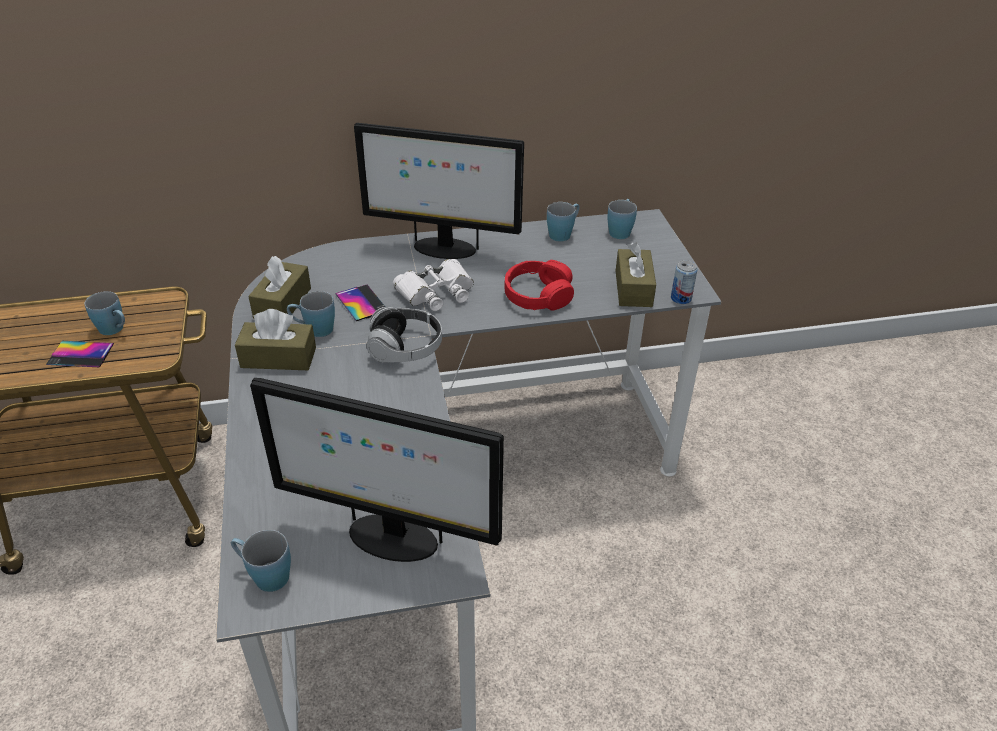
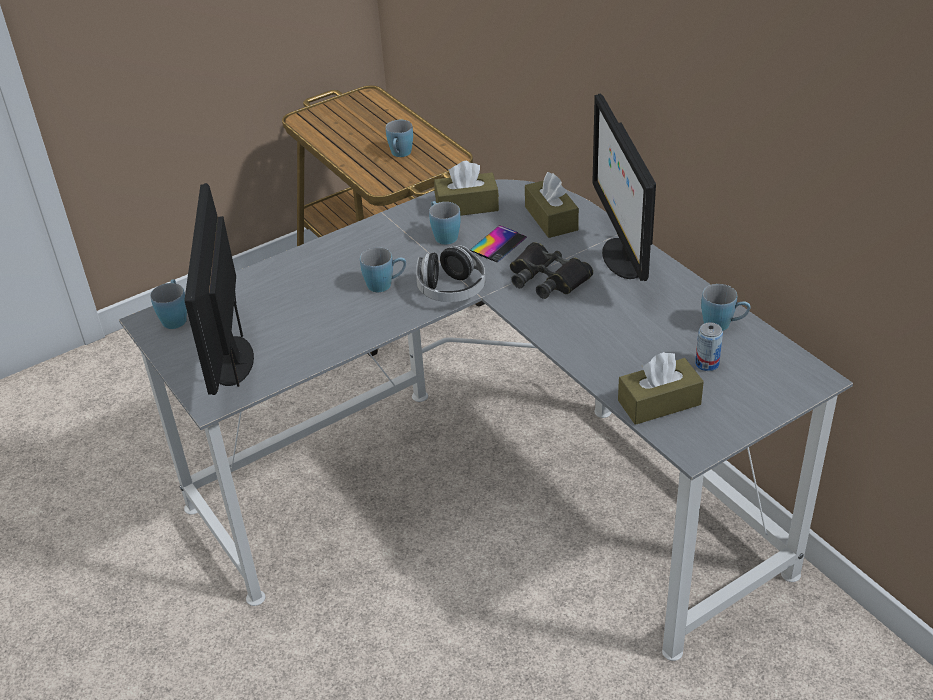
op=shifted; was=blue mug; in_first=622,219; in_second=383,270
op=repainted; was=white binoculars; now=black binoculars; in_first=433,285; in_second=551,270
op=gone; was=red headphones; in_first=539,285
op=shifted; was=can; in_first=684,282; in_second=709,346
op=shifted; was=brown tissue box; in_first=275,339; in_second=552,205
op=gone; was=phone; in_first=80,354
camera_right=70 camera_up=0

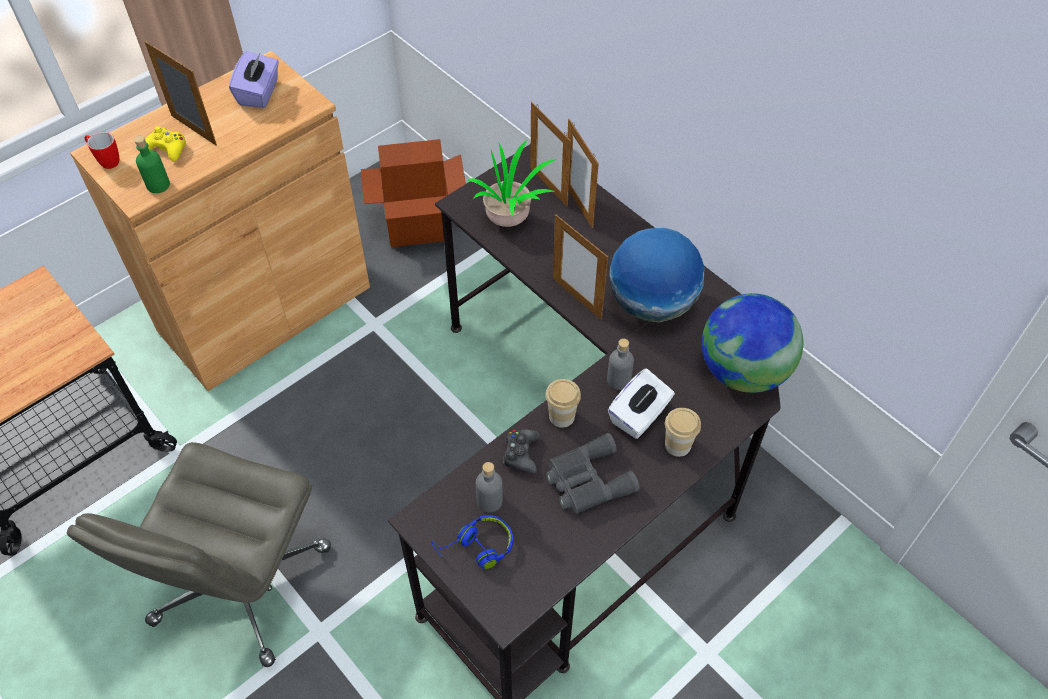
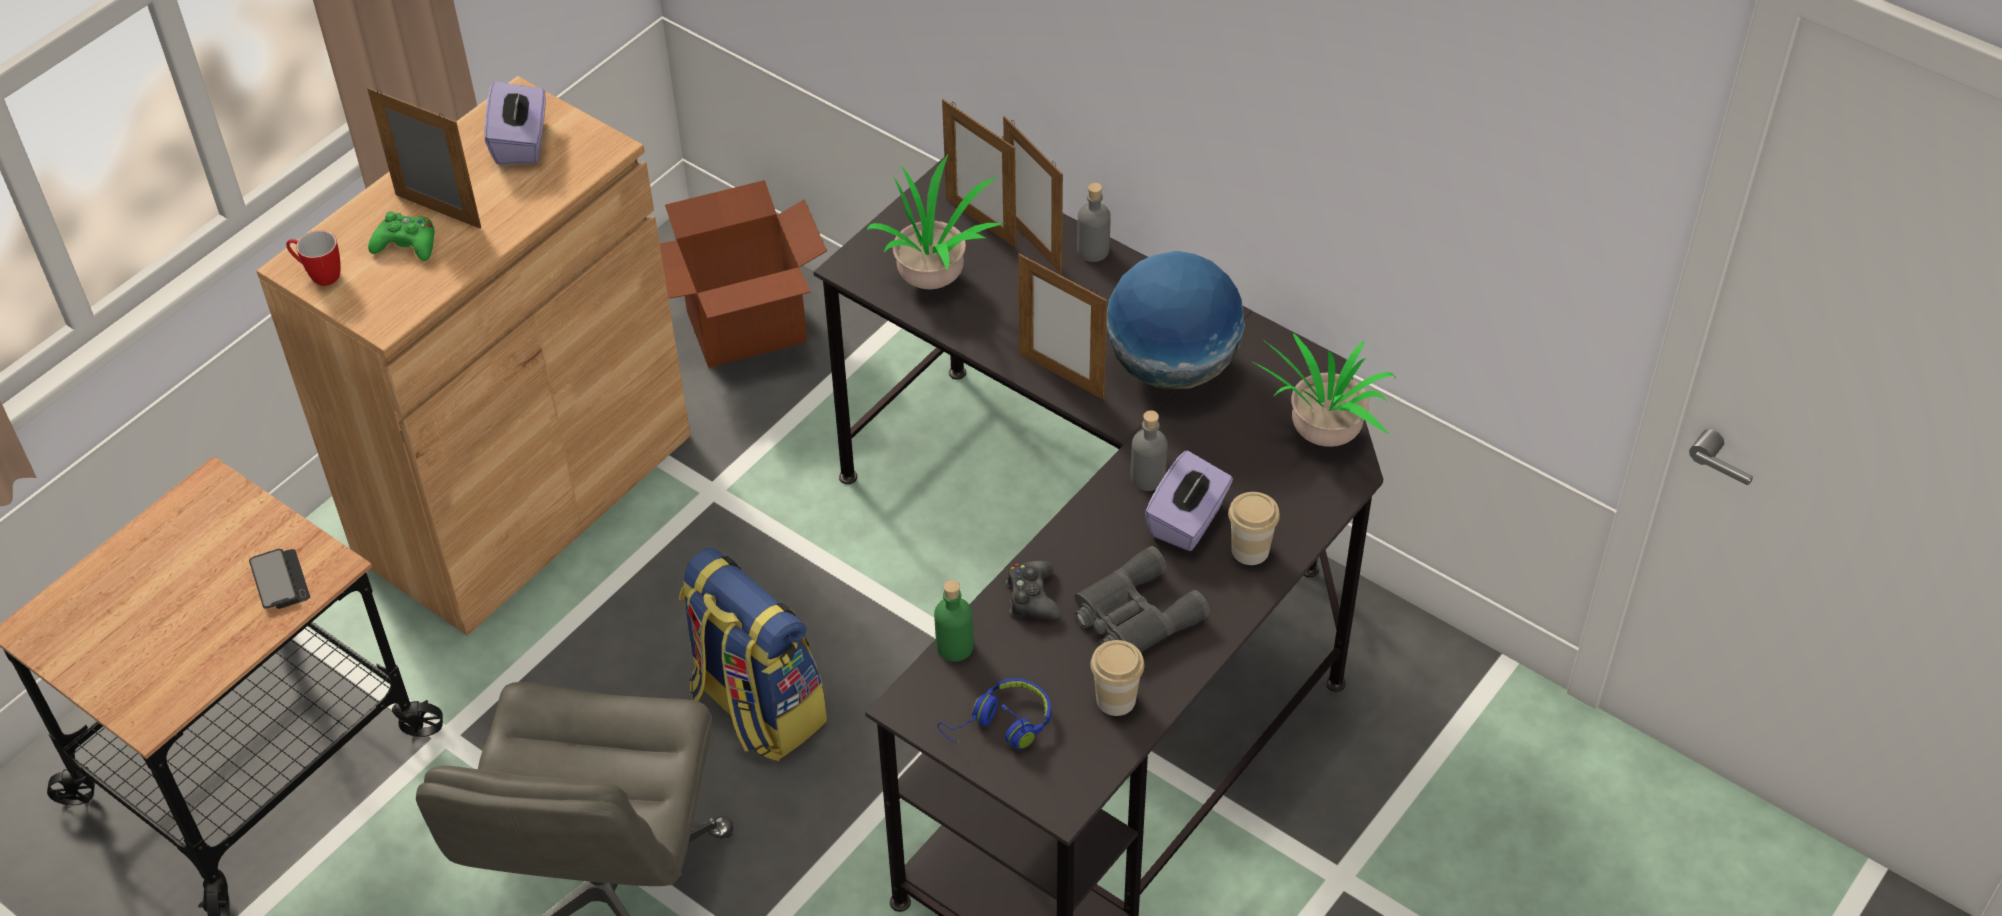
op=repainted; was=yellow game controller; now=green game controller; in_first=165,144; in_second=401,236
op=shifted; was=green bottle; in_first=152,164; in_second=953,621
op=swapped; was=globe; now=potted plant; in_first=752,343; in_second=1322,390
op=repainted; was=white tissue box; now=purple tissue box; in_first=641,403; in_second=1189,500
op=shifted; was=cup; in_first=563,403; in_second=1117,678
op=shifted; was=grey bottle; in_first=489,487; in_second=1094,222
op=new; now=backpack; in_second=753,654
op=new; now=phone; in_second=279,579
camera_right=-10 camera_up=-5

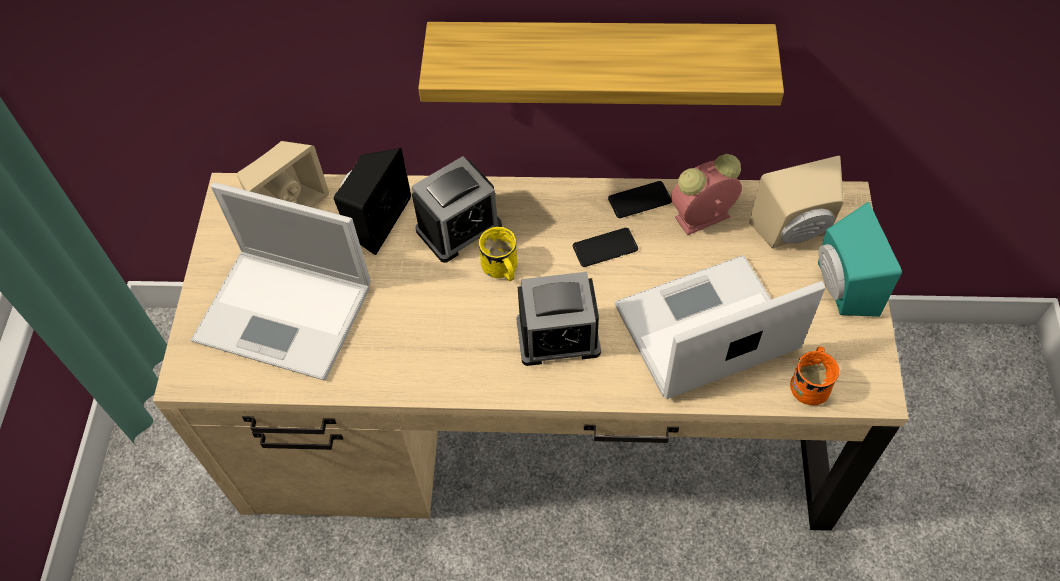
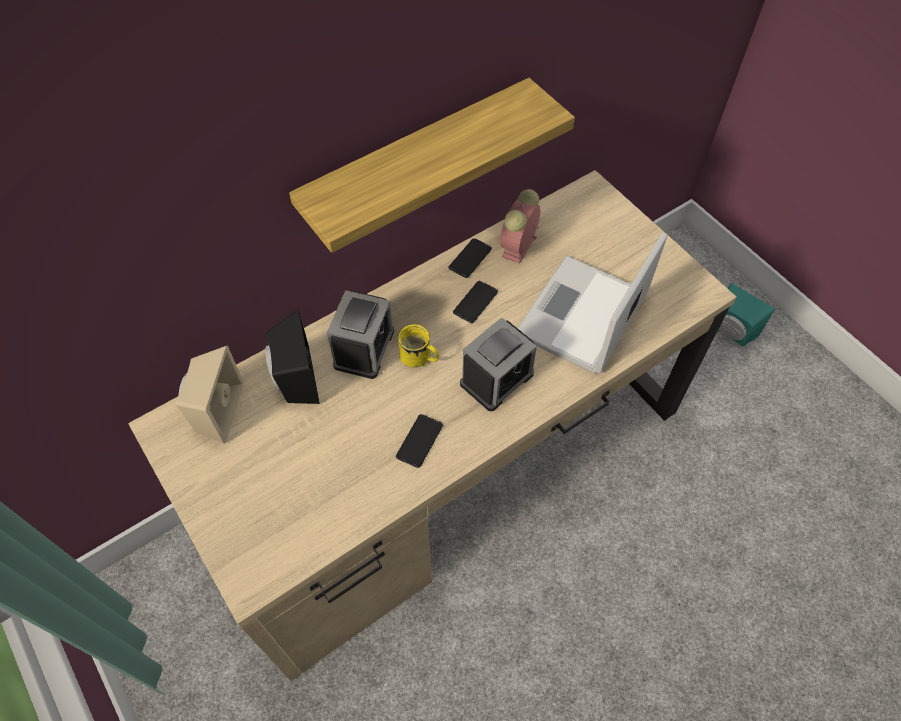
op=gone; was=beige speaker; in_first=796,202
op=gone; was=laptop; in_first=281,281
op=shifted; was=turquoise speaker; in_first=860,259; in_second=746,314
op=gone; was=orange mug; in_first=814,376
op=new; now=phone; in_second=419,441
camera_right=-40 camera_up=0

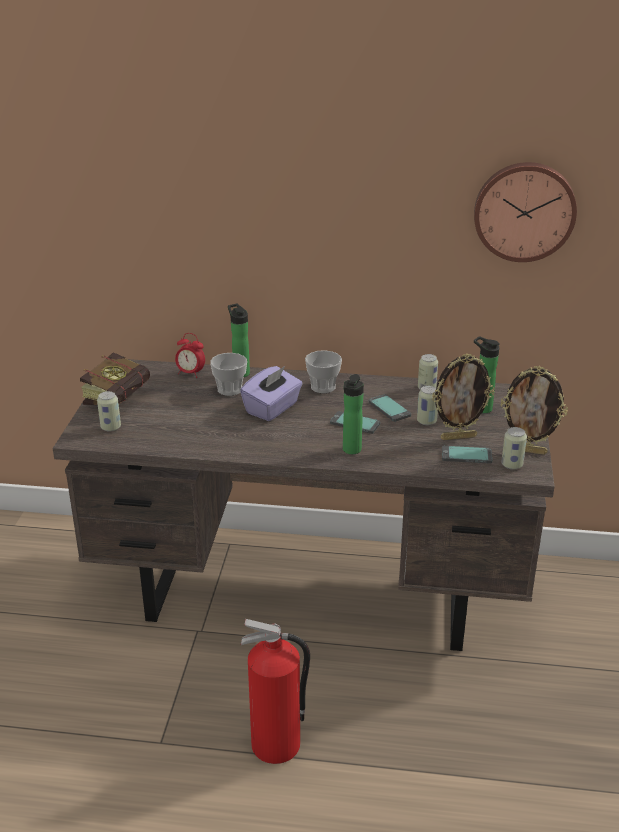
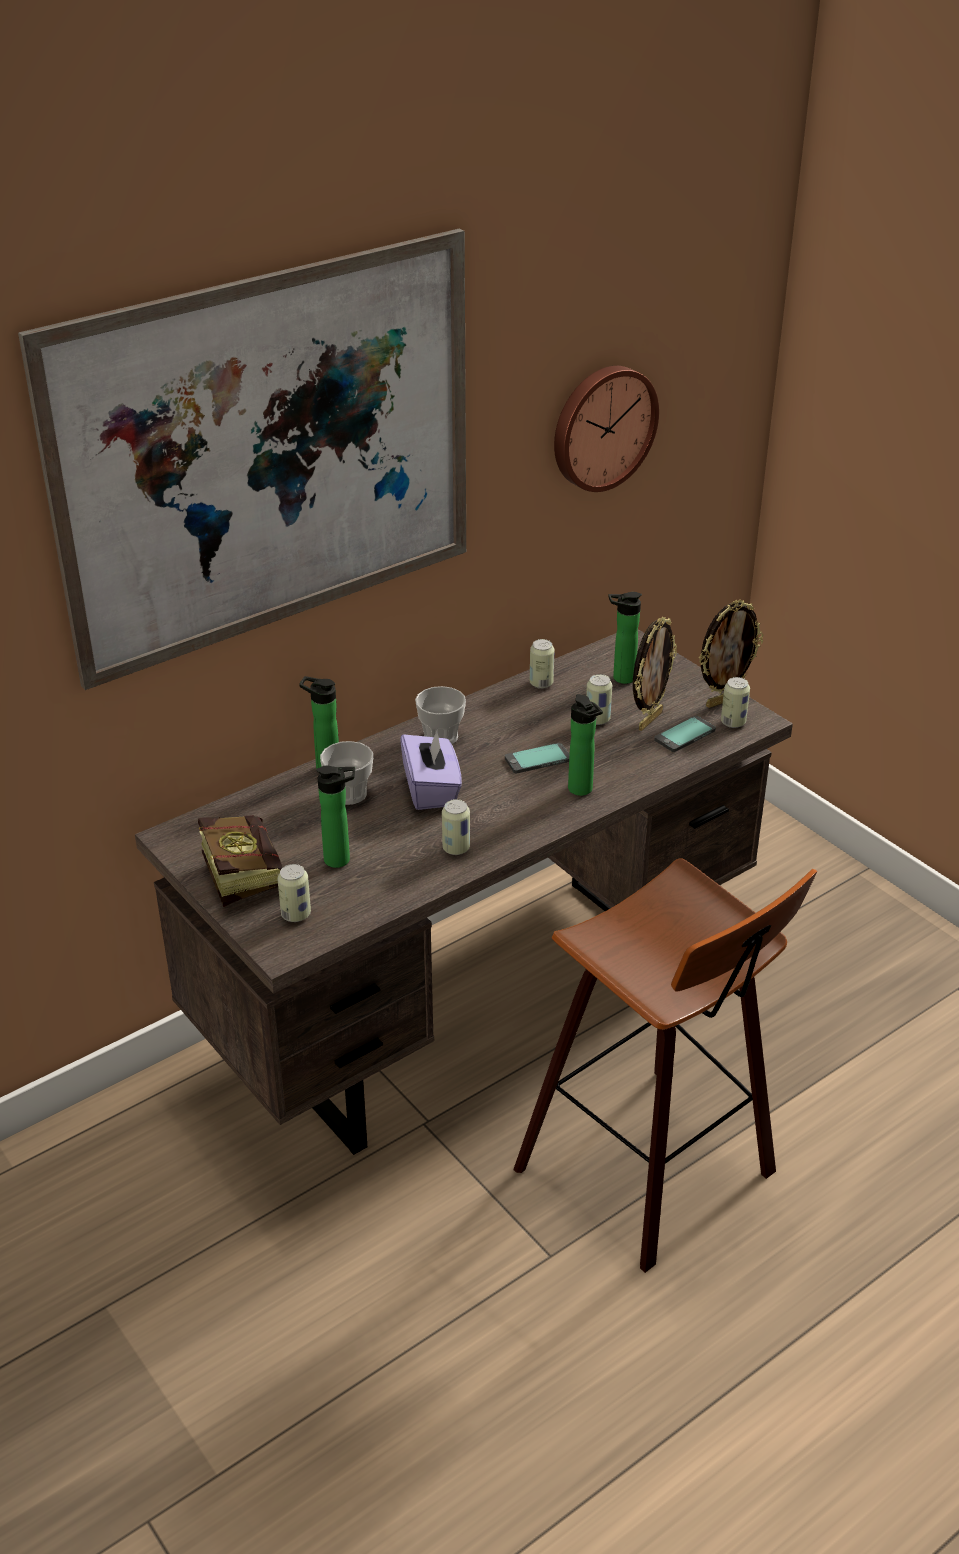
op=gone; was=alarm clock; in_first=190,355
op=gone; was=phone; in_first=390,408
op=swapped; was=fire extinguisher; now=stool; in_first=275,691; in_second=665,1065
op=new; now=picture; in_second=242,459
op=new; now=bottle; in_second=335,816
op=new; now=can; in_second=456,827
camera_right=-45 camera_up=5

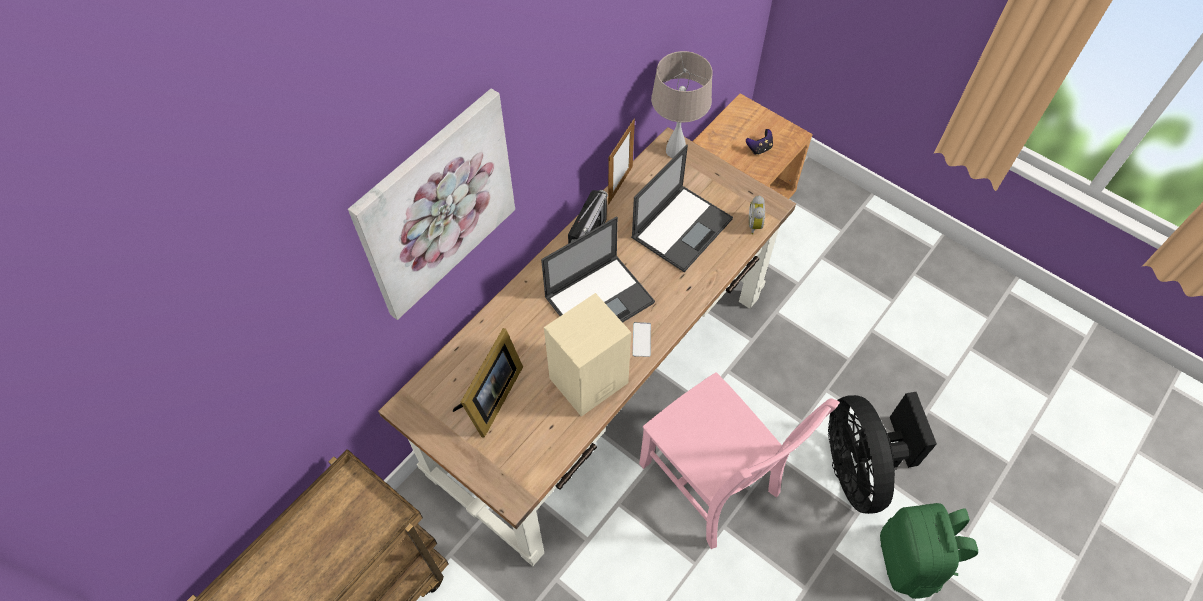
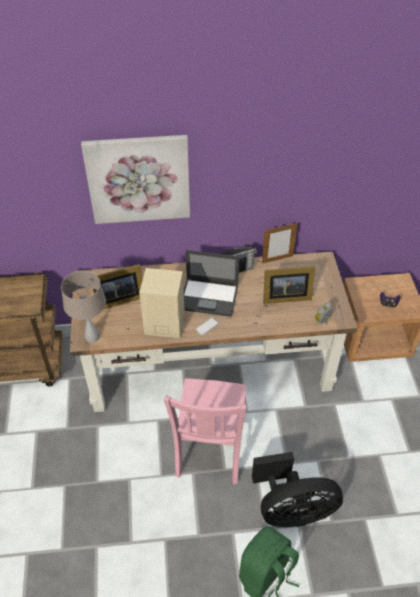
op=shifted; was=beige table lamp; in_first=682,104; in_second=83,307
op=swapped; was=laptop; now=picture frame; in_first=682,208; in_second=289,285
op=rotated; was=black fan; in_first=882,453; in_second=297,489; clockwise=-135
camera_right=45 camera_up=-10

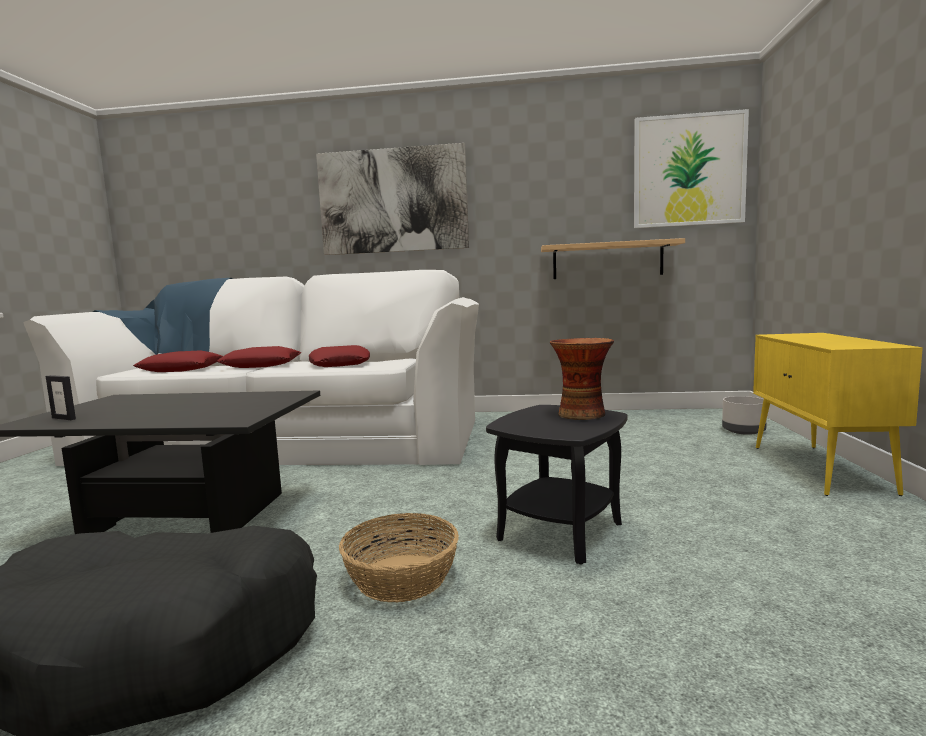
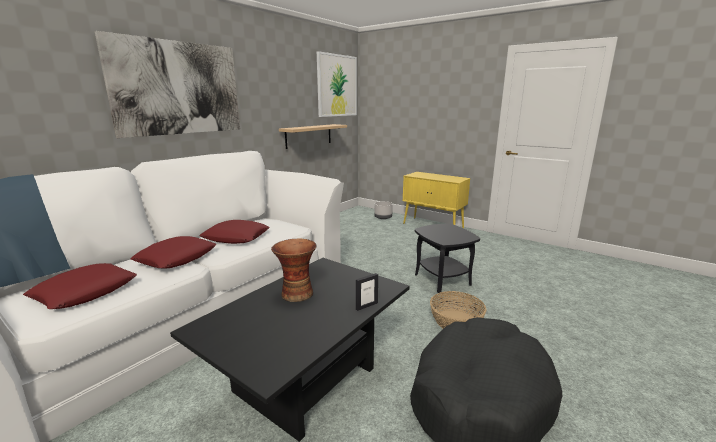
op=shifted; was=vase; in_first=582,379; in_second=294,270
op=shifted; was=picture frame; in_first=61,397; in_second=367,292
camera_right=-60 camera_up=10

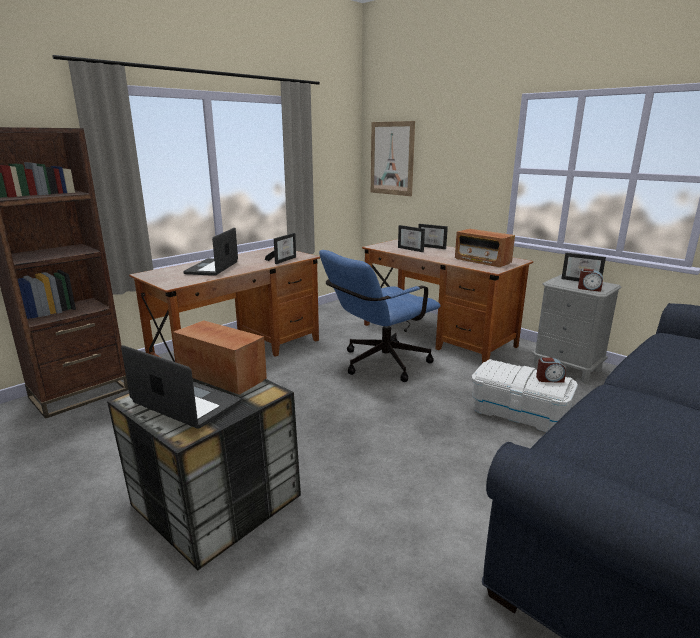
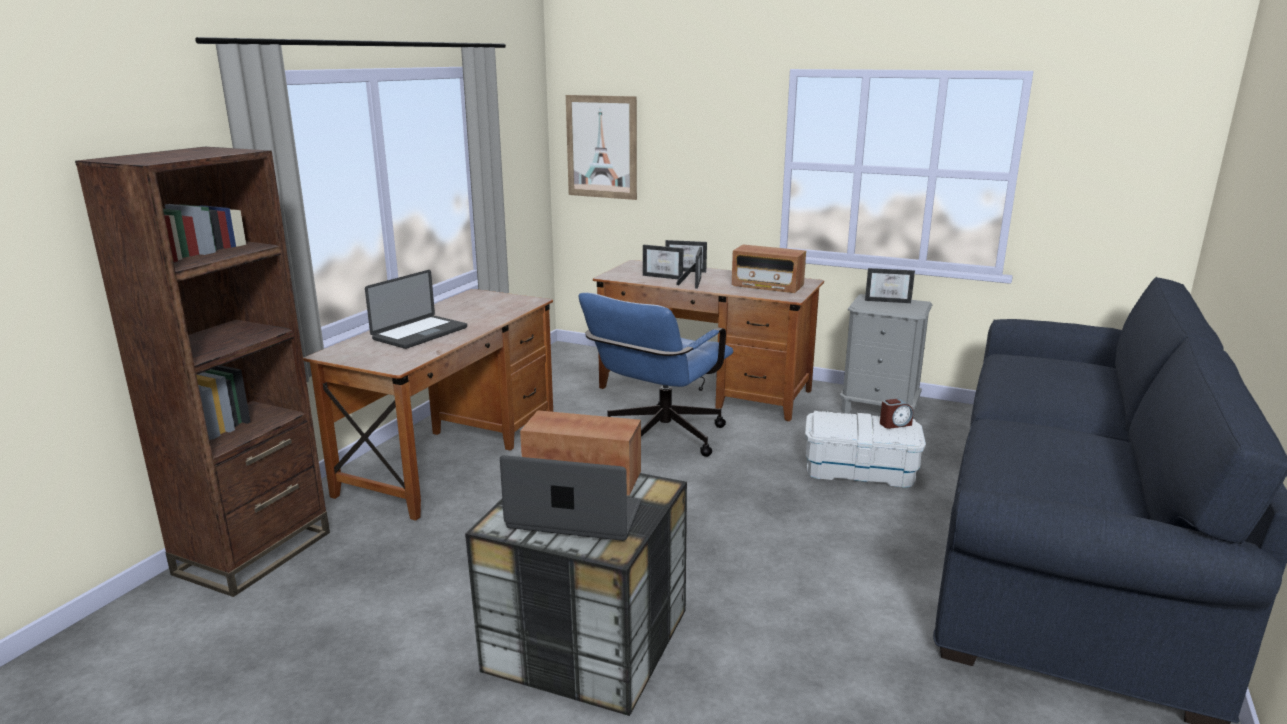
op=rotated; was=laptop; in_first=210,252; in_second=416,309; clockwise=-135
op=shifted; was=picture frame; in_first=280,248; in_second=689,268
op=gone; was=alarm clock; in_first=590,280
camera_right=-20 camera_up=0

